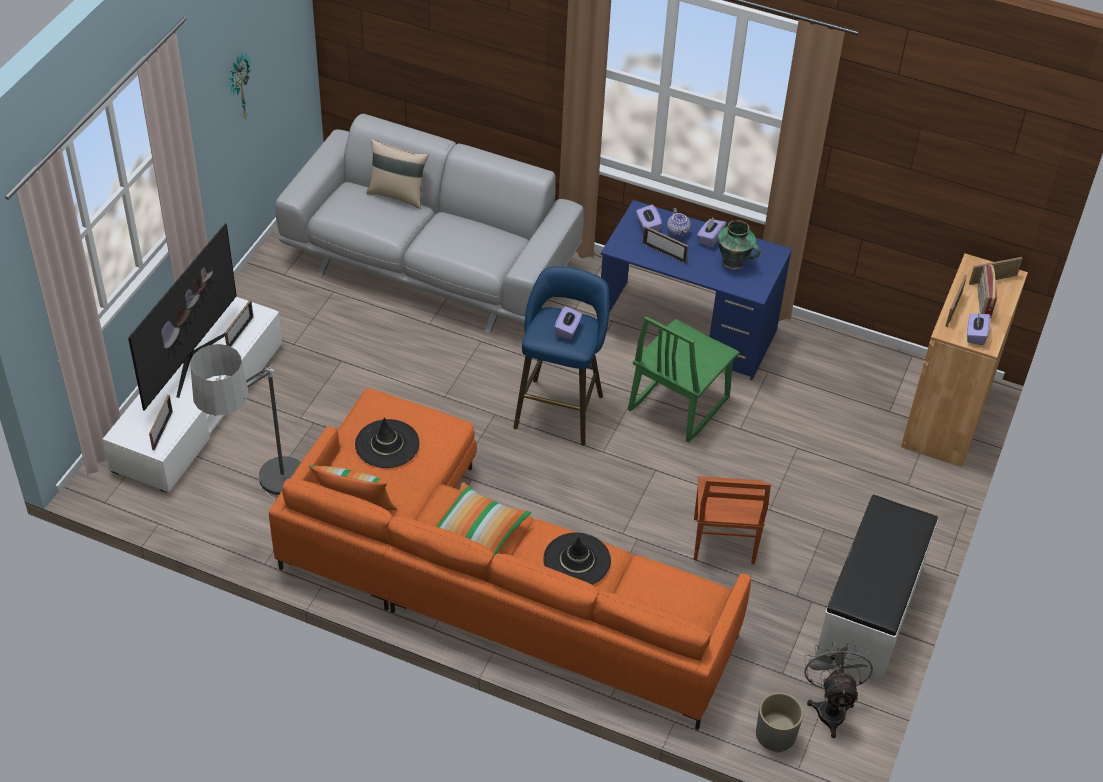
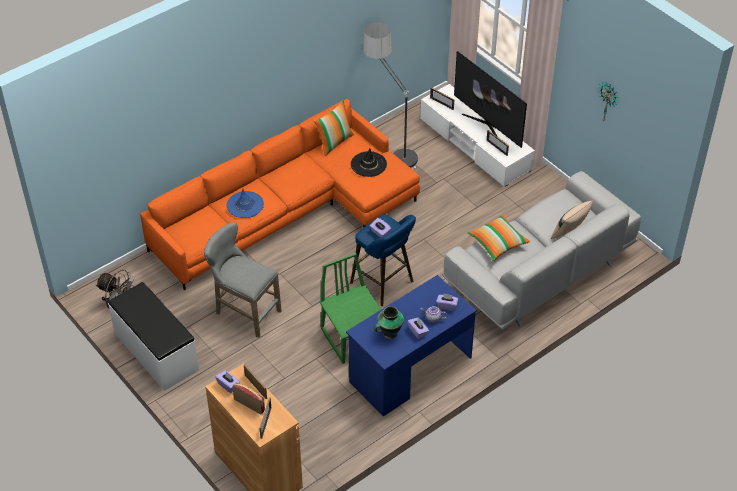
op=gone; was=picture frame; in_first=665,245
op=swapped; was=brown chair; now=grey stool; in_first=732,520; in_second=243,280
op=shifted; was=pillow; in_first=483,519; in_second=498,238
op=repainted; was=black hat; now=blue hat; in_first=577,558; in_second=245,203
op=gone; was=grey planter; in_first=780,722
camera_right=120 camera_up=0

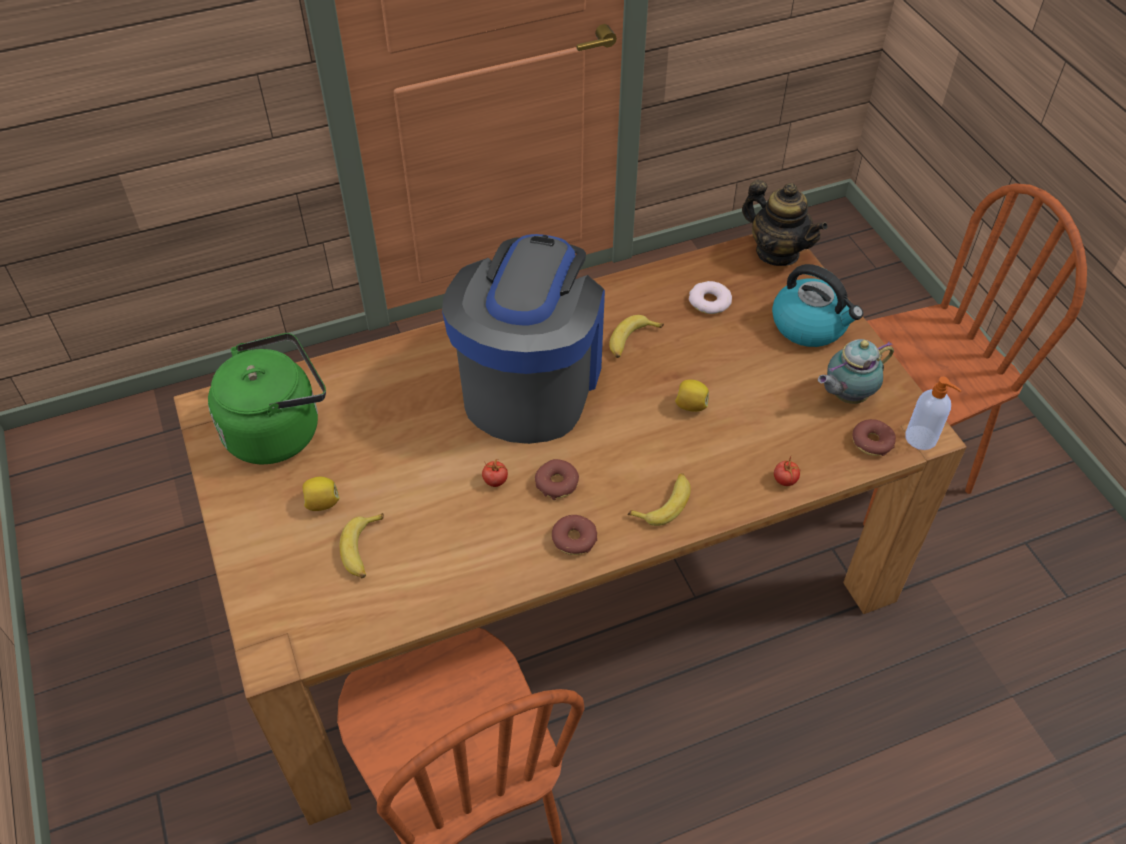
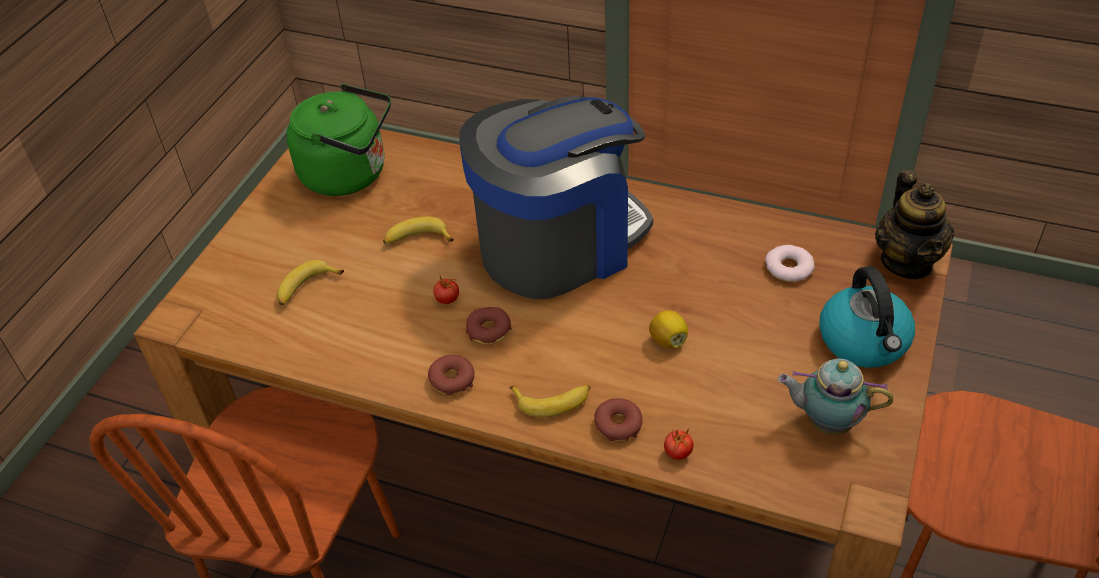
op=shifted; was=banana; in_first=636,336; in_second=418,230
op=gone; was=soap dispenser; in_first=933,413
op=shifted; was=donut; in_first=874,437; in_second=618,419
op=gone; was=lemon; in_first=321,494
camera_right=45 camera_up=-5

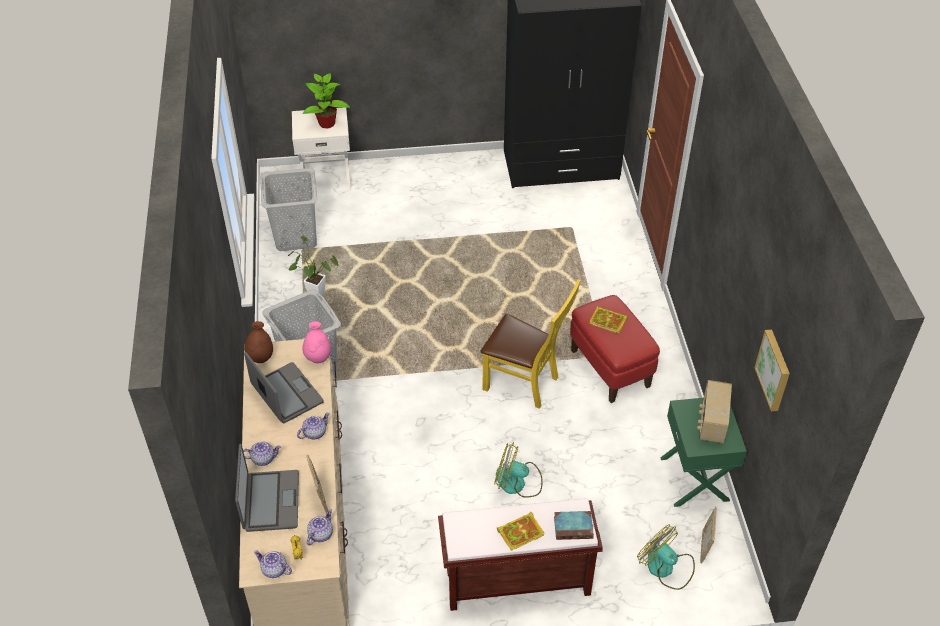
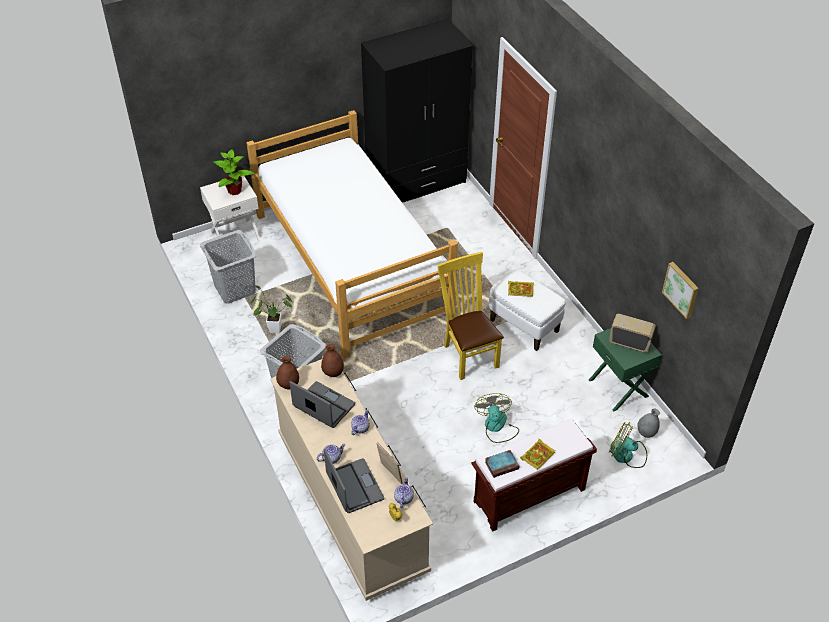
op=rotated; was=yellow chair; in_first=531,344; in_second=471,316; clockwise=-120
op=repainted; was=red ottoman; now=white ottoman; in_first=615,349; in_second=527,310
op=repainted; was=pink vase; now=brown vase; in_first=316,342; in_second=332,360
op=rotated; was=radio; in_first=714,412; in_second=632,333; clockwise=120
op=rotated; was=fan; in_first=518,470; in_second=496,418; clockwise=90
op=swapped; was=picture frame; now=grey vase; in_first=708,535; in_second=648,423
op=shifted; was=book; in_first=574,525; in_second=502,464
op=gone; was=teapot; in_first=273,564
op=new; now=bed; in_second=352,234
camera_right=-20 camera_up=0

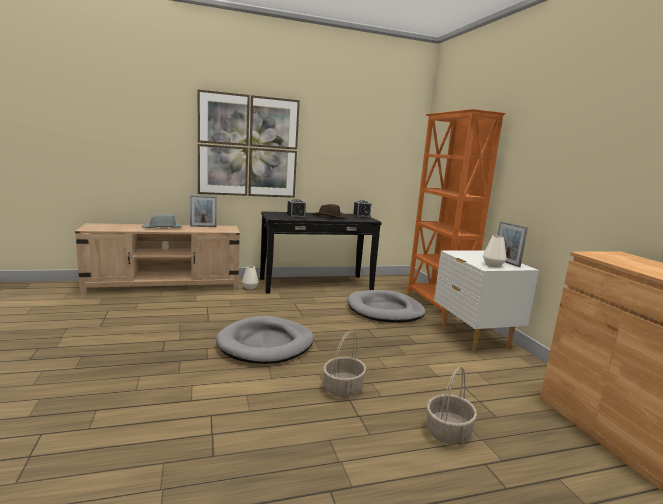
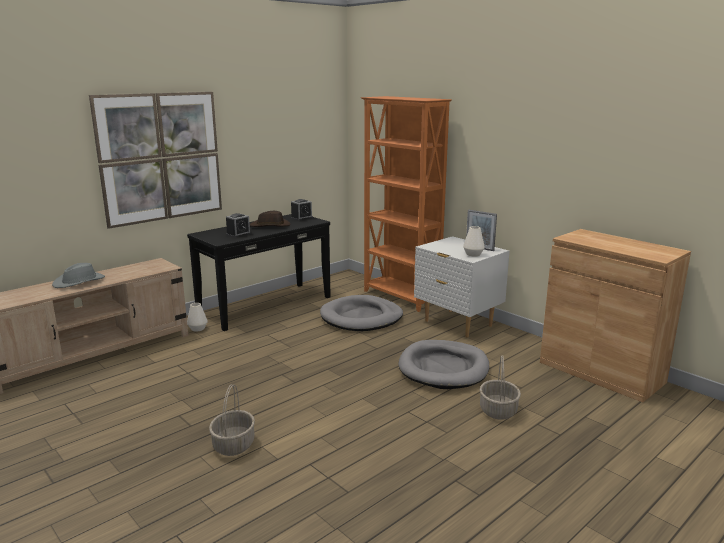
op=gone; was=picture frame; in_first=203,211
op=shifted; was=grey dog bed; in_first=265,340; in_second=443,364
op=shifted; was=basket; in_first=344,364; in_second=232,420
camera_right=-25 camera_up=5

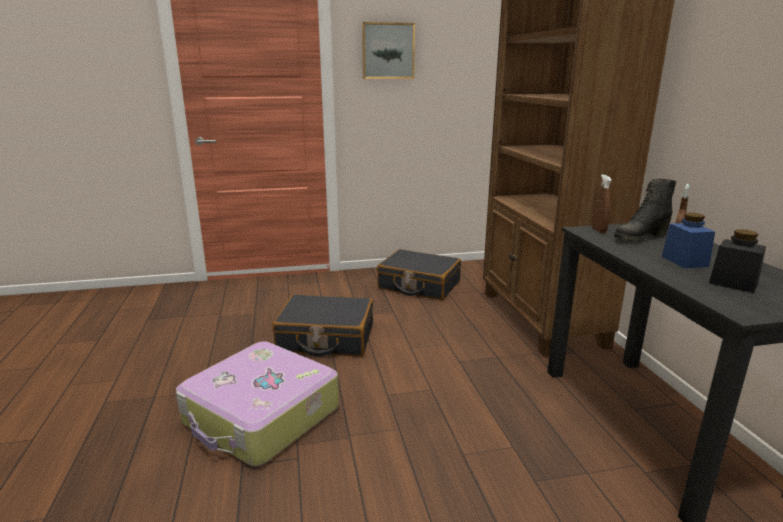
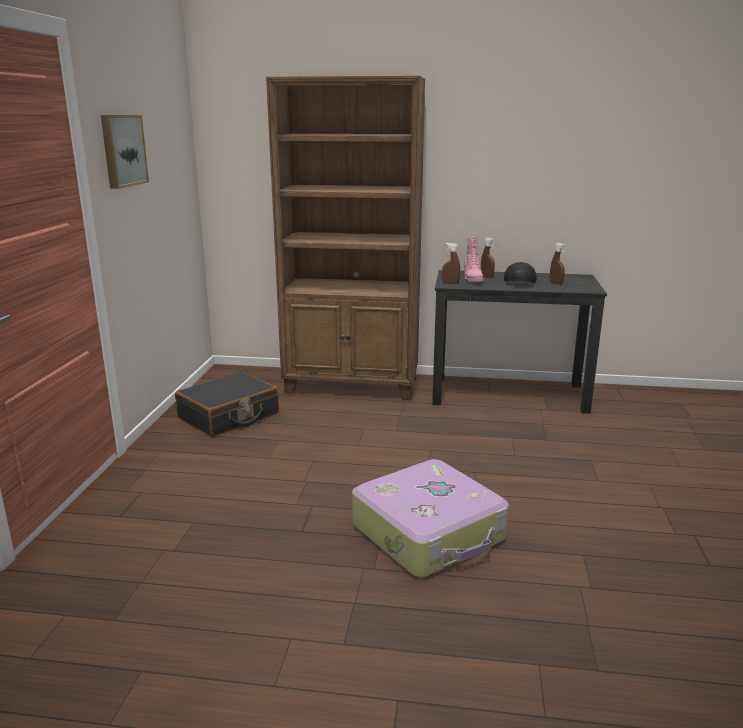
op=repainted; was=black boot; now=pink boot; in_first=645,210; in_second=473,260
op=swapped; was=blue jar; now=black cap; in_first=688,240; in_second=520,274
op=swapped; was=black jar; now=brown spray bottle; in_first=737,261; in_second=557,263
op=gone; was=black suitcase; in_first=322,325
camera_right=-70 camera_up=0

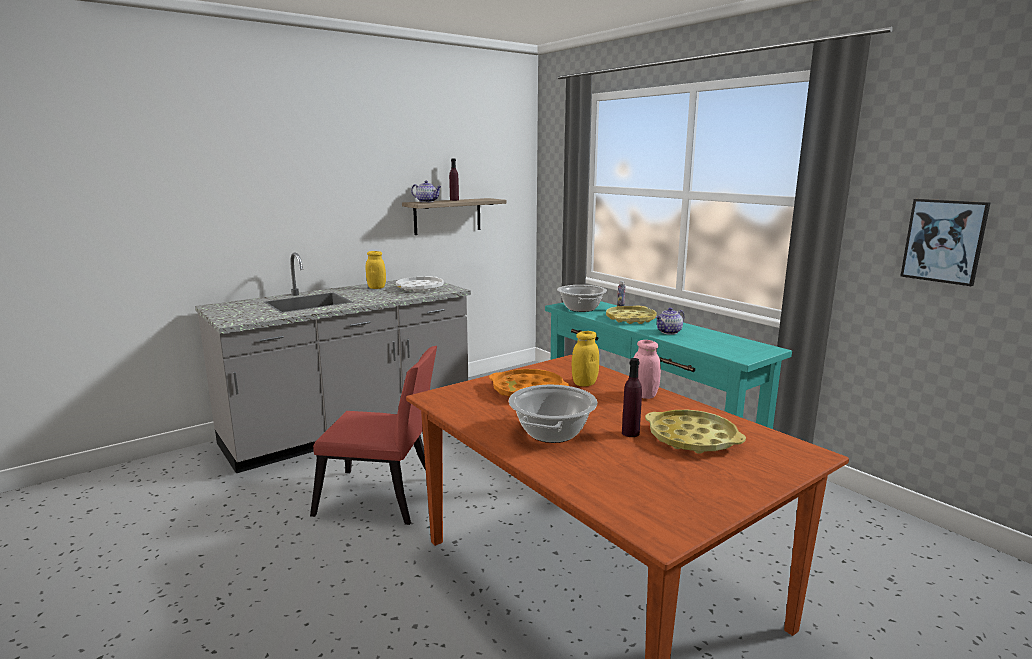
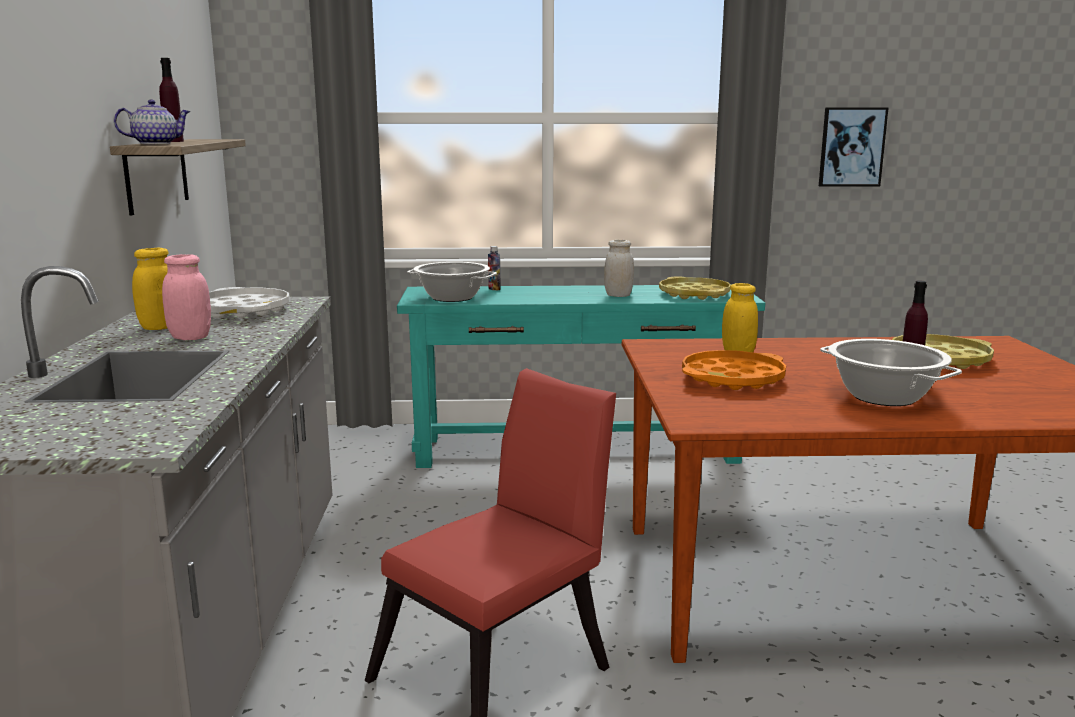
op=shifted; was=yellow tray; in_first=631,315; in_second=695,288
op=swapped; was=teapot; now=white jar; in_first=670,321; in_second=619,268
op=shifted; was=pink jar; in_first=647,369; in_second=186,297
camera_right=-55 camera_up=0

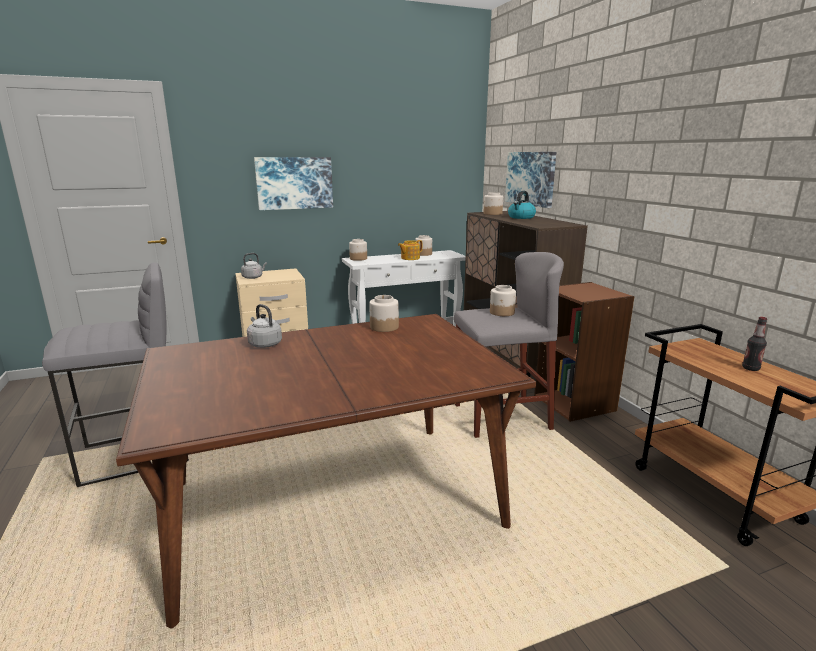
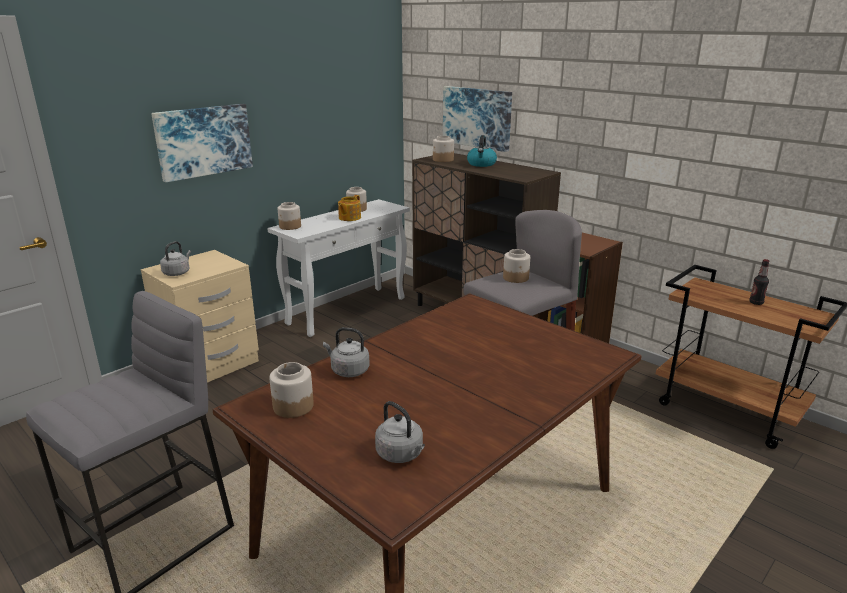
op=shifted; was=jar; in_first=384,313; in_second=291,390
op=new; now=grey kettle; in_second=400,432
camera_right=-25 camera_up=5

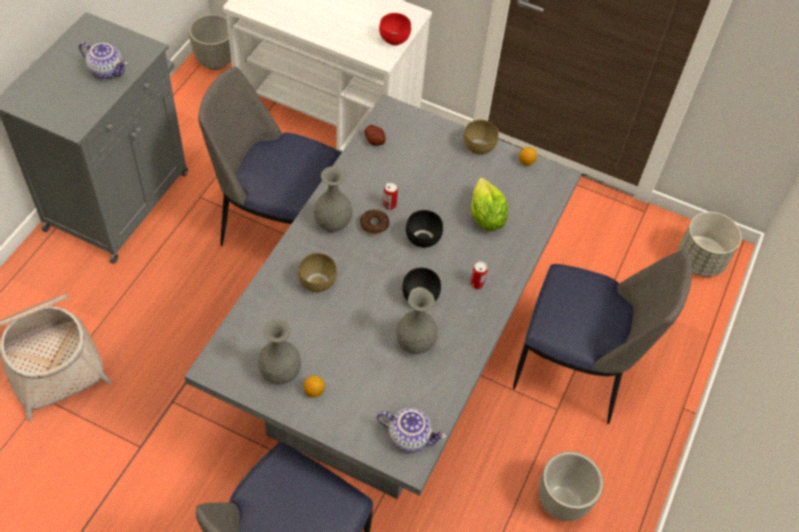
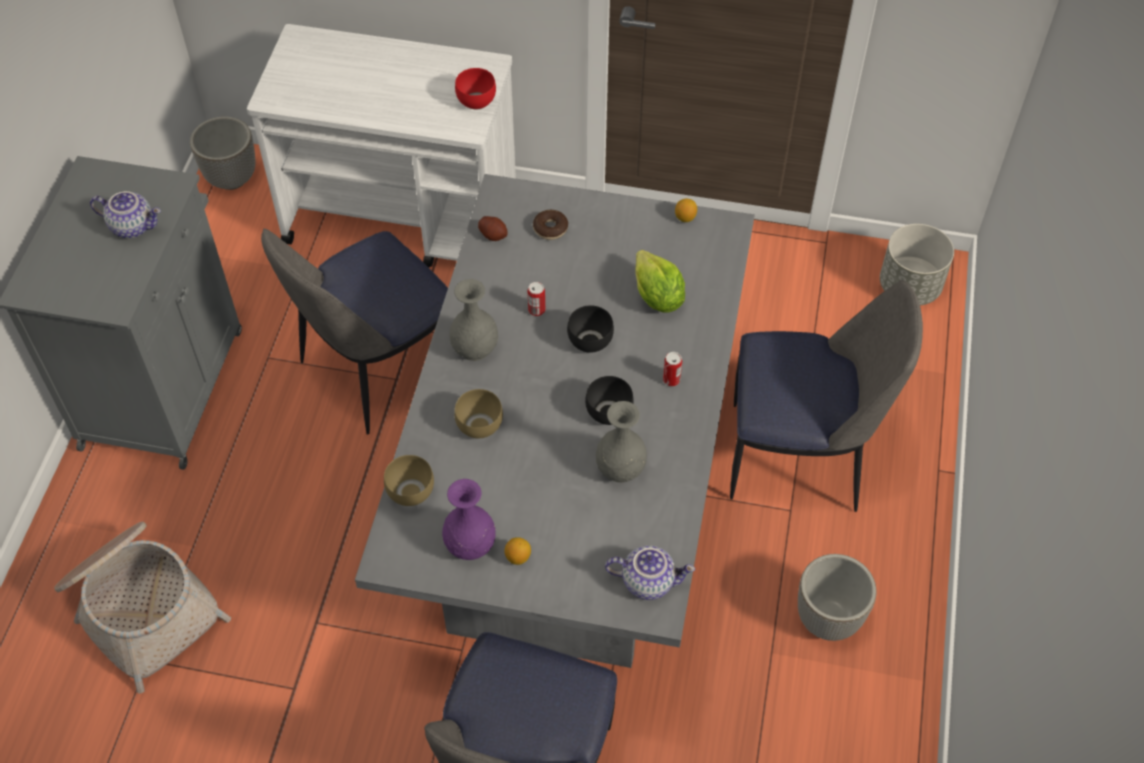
op=rotated; was=chair; in_first=269,156; in_second=354,332; clockwise=-45
op=shifted; was=brown bowl; in_first=481,137; in_second=409,480
op=shifted; was=donut; in_first=375,222; in_second=550,225
op=repainted; was=grey vase; now=purple vase; in_first=279,351; in_second=469,519
camera_right=-10 camera_up=0

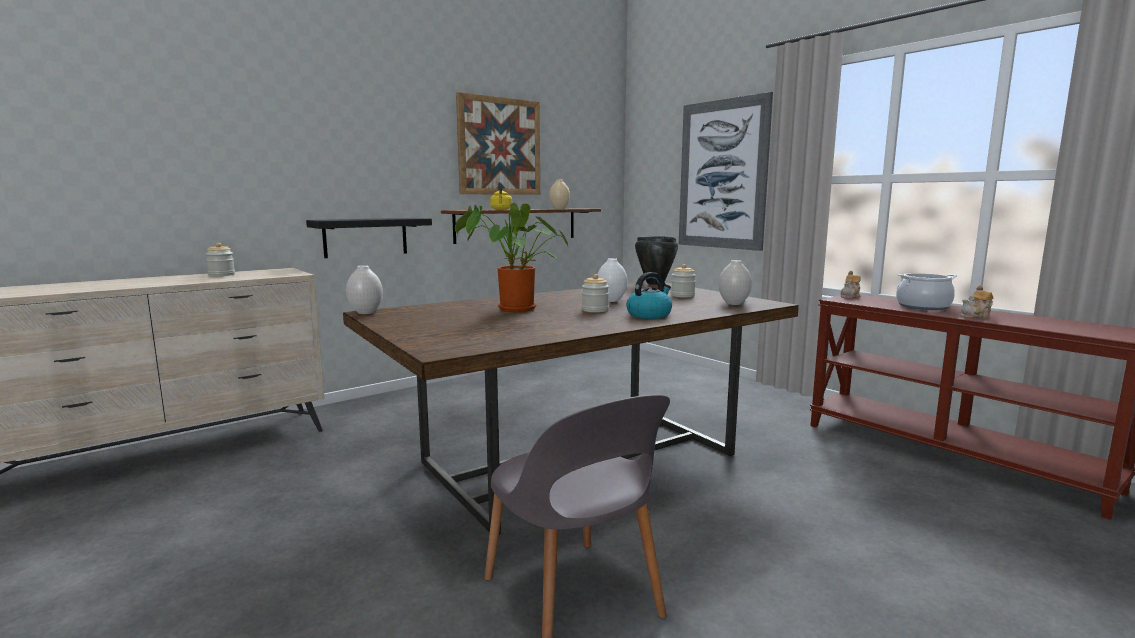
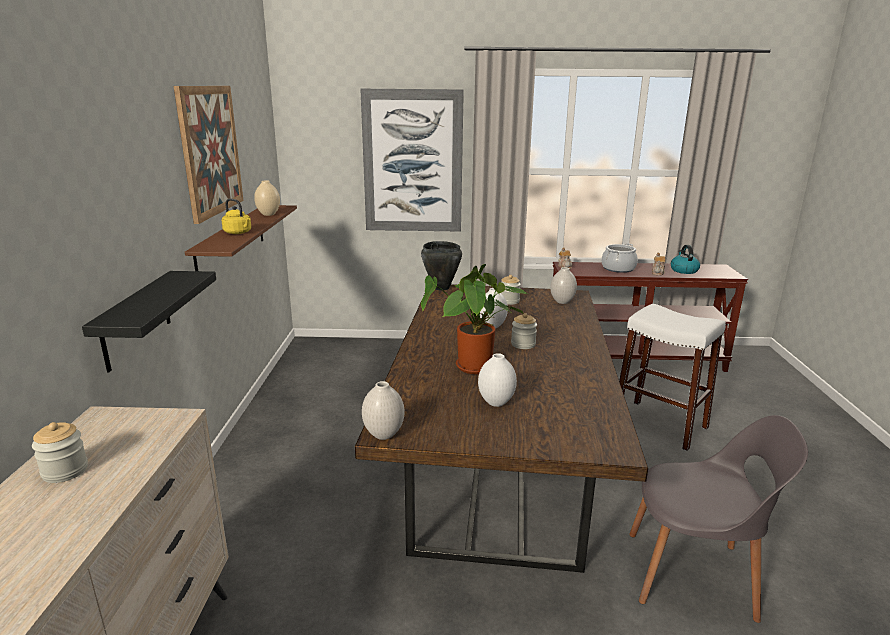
op=shifted; was=kettle; in_first=649,295; in_second=685,259
op=new; now=white stool; in_second=672,377
op=new; now=white vase; in_second=497,380
camera_right=-50 camera_up=10

